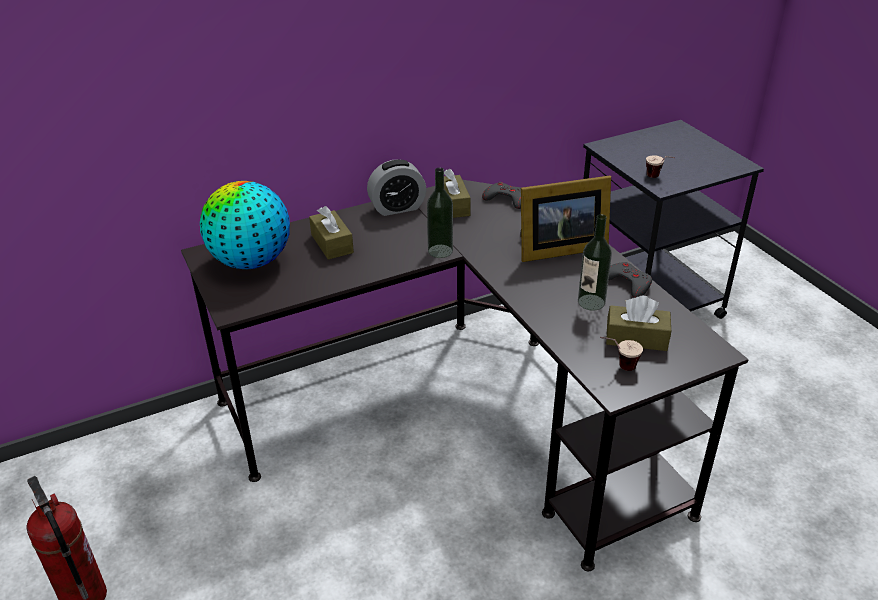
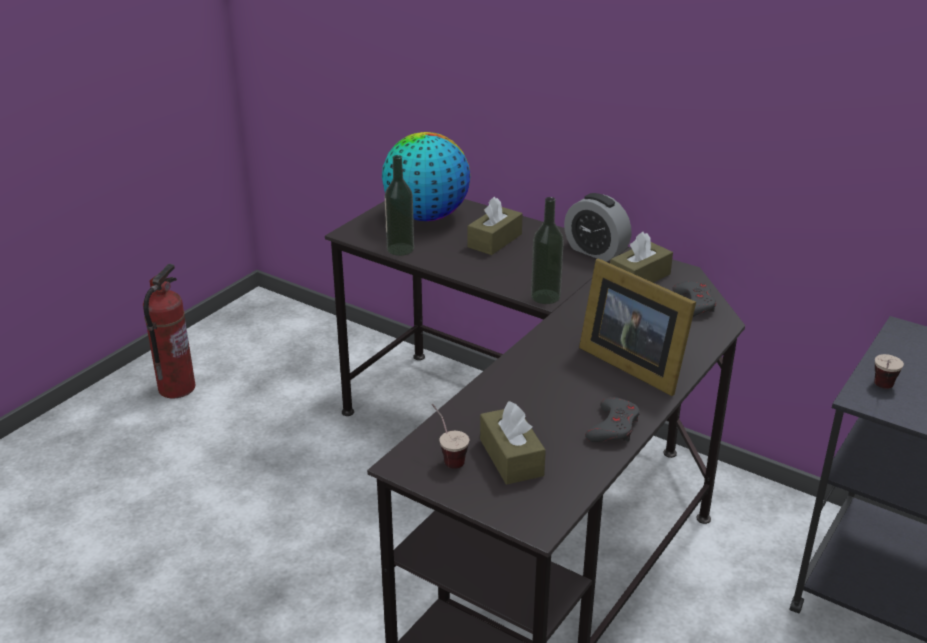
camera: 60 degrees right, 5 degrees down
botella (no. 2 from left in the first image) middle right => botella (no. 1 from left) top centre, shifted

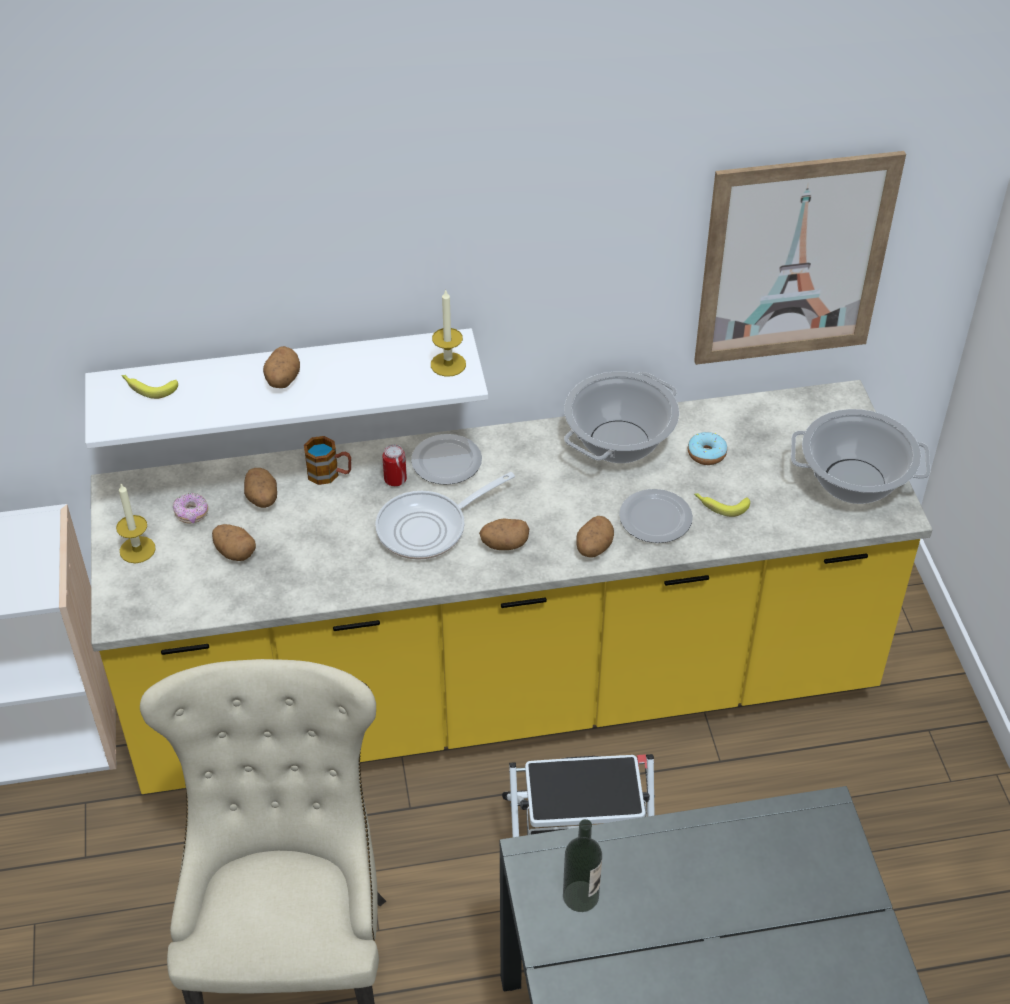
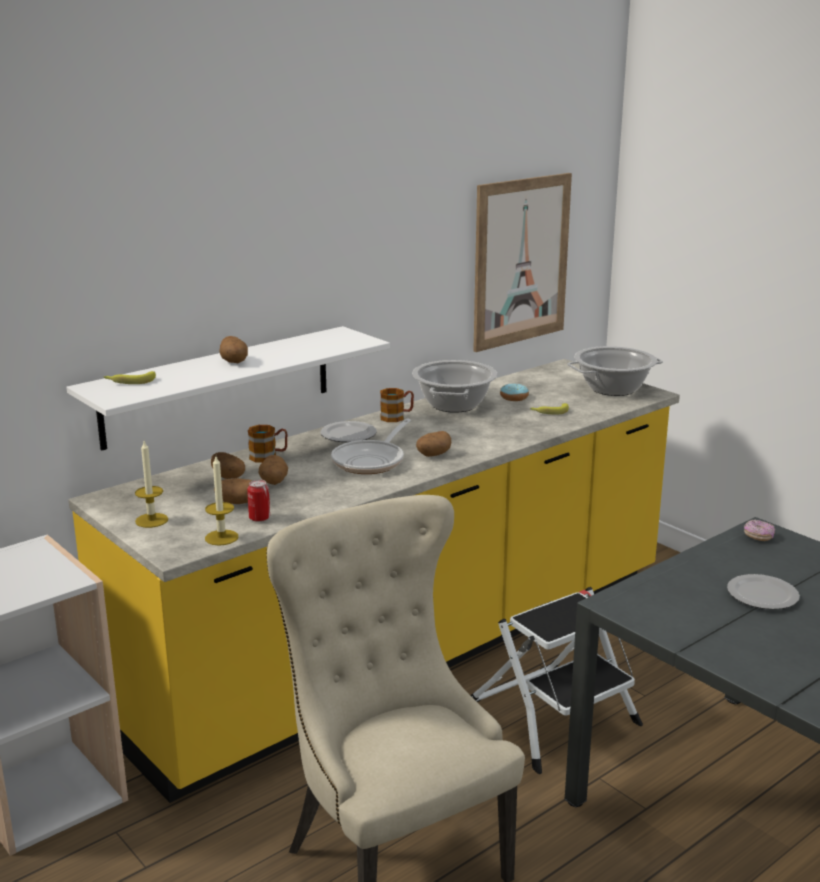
camera: 30 degrees left, 25 degrees down
vela (no. 2 from left) top centre => vela (no. 2 from left) middle left, shifted
lata centre => lata middle left, shifted
plato (no. 2 from left) centre => plato (no. 2 from left) bottom right, shifted
rosquilla (no. 1 from left in the first image) middle left => rosquilla (no. 2 from left) middle right, shifted
patata (no. 5 from left in the first image) centre => patata (no. 4 from left) middle left, shifted
botella bottom centre => nothing
nothing => taza grande (no. 2 from left) centre

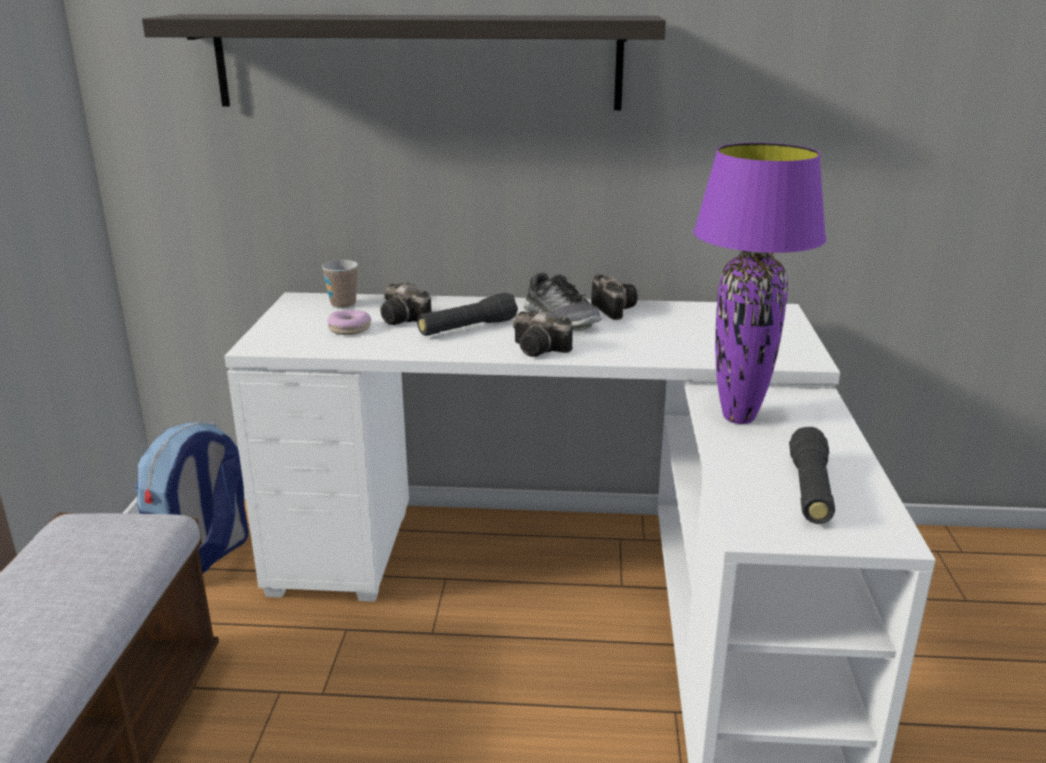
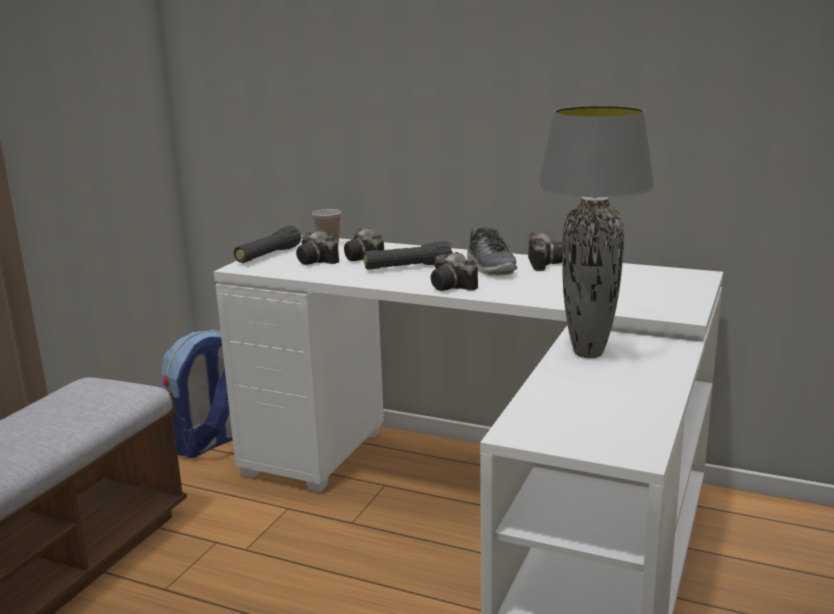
camera: 20 degrees right, 5 degrees down
estante top centre => nothing
lámpara de mesa/morado middle right => lámpara de mesa/gris middle right
rosquilla centre => cámara (no. 1 from left) centre
linterna/negro (no. 2 from left in the first image) middle right => linterna/negro (no. 1 from left) middle left, shifted

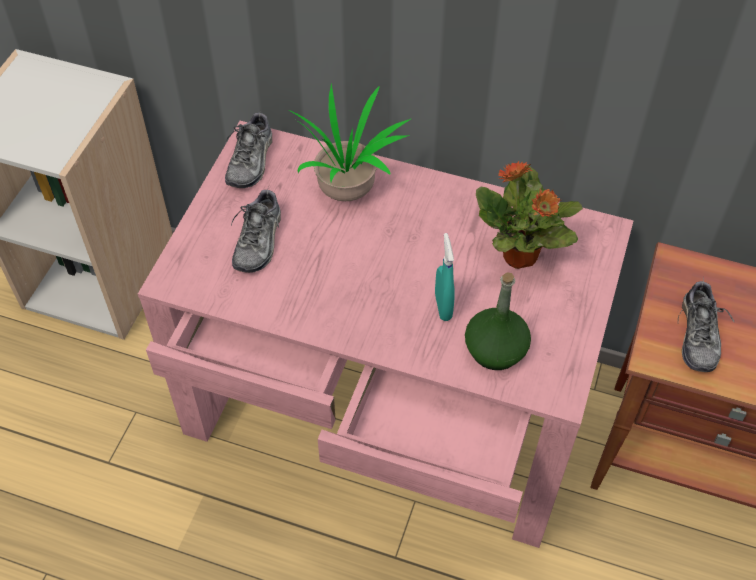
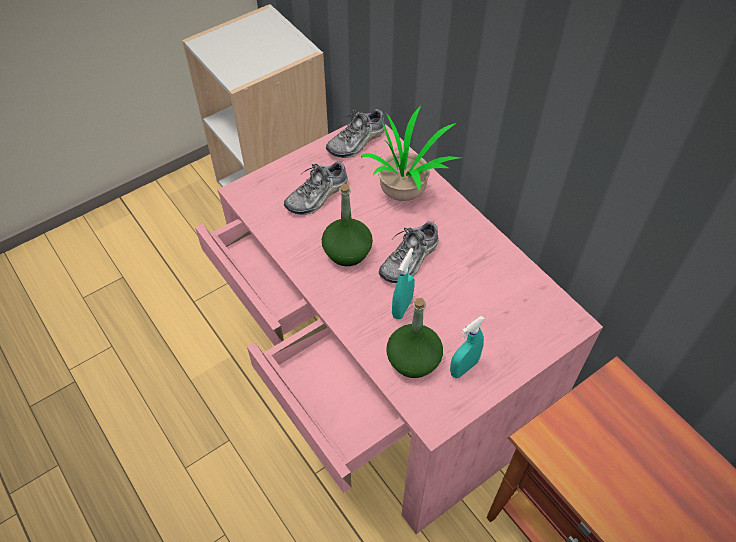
camera: 35 degrees right, 0 degrees up
planta en maceta (no. 2 from left) middle right => nothing
zapato (no. 3 from left) middle right => zapato (no. 3 from left) centre, shifted
nothing => botella/verde (no. 1 from left) centre
nothing => pulverizador/turquesa (no. 2 from left) centre

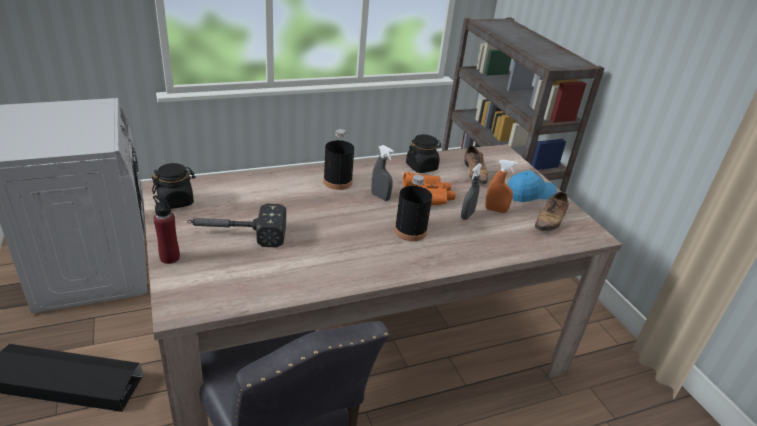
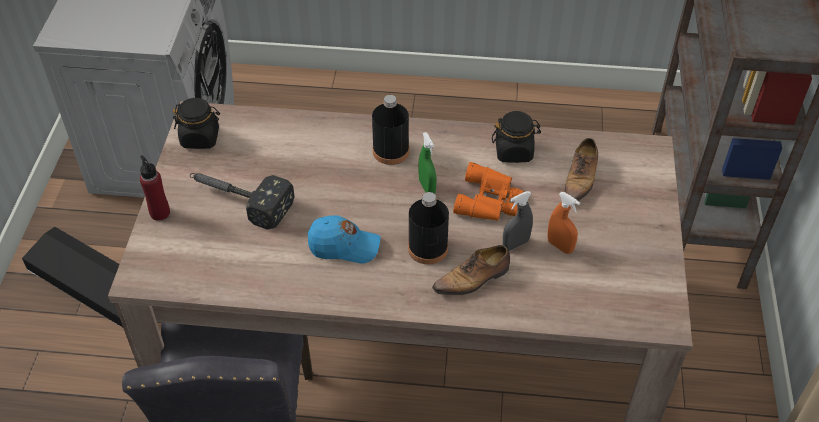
camera: 30 degrees right, 15 degrees up
pulverizador/gris (no. 1 from left) centre => pulverizador/verde centre
gorra/azul middle right => gorra/azul centre, shifted
zapato (no. 2 from left in the first image) middle right => zapato (no. 1 from left) centre, shifted

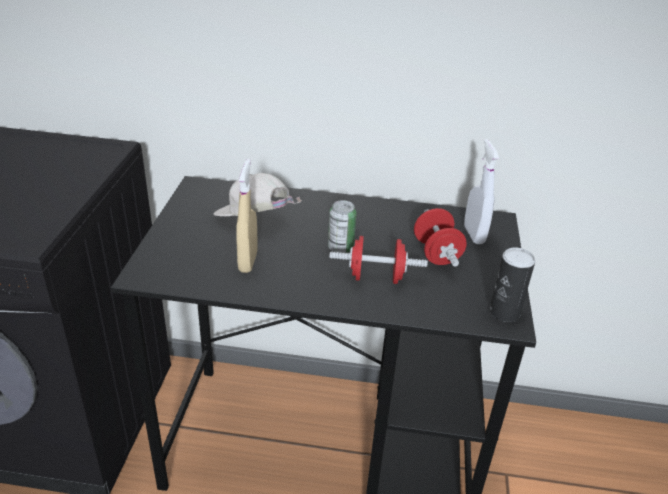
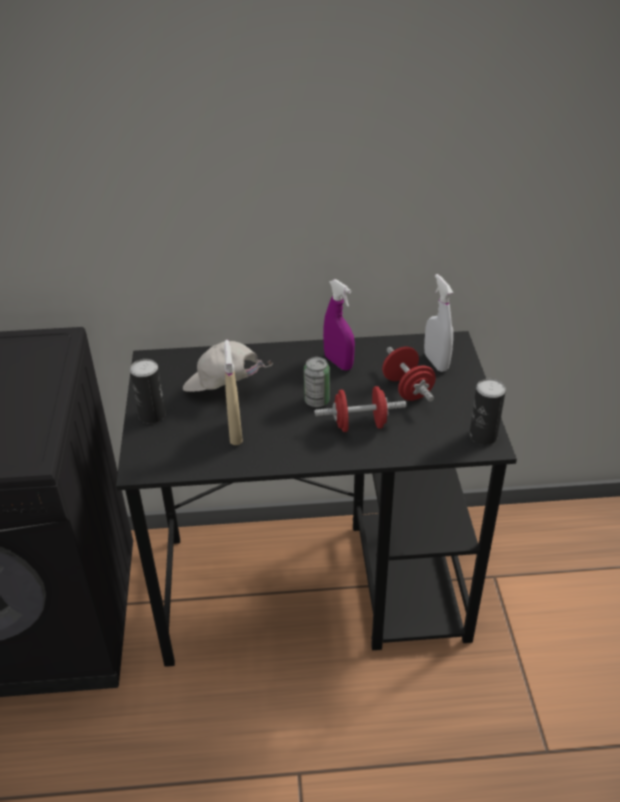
camera: 10 degrees left, 5 degrees up
nothing => pulverizador/morado centre
nothing => lata (no. 1 from left) middle left

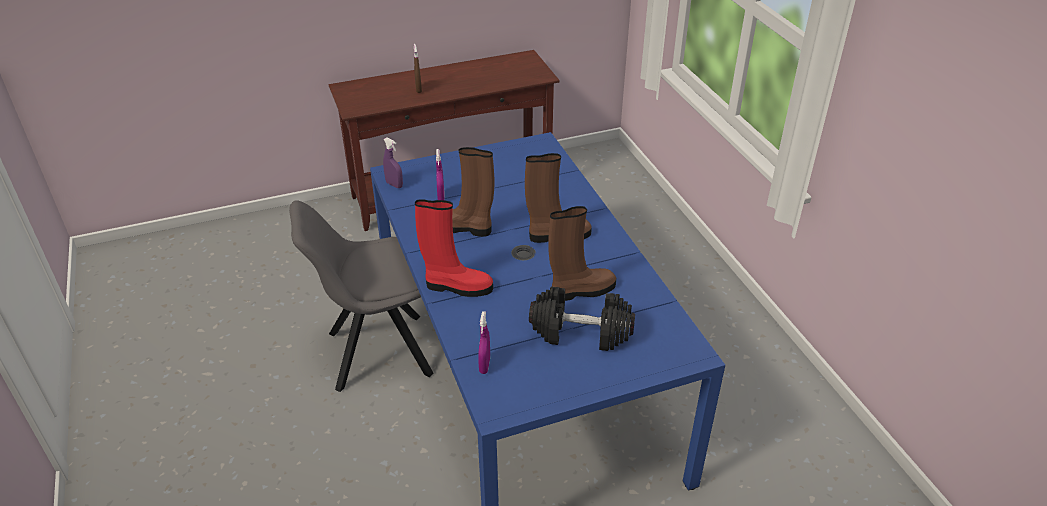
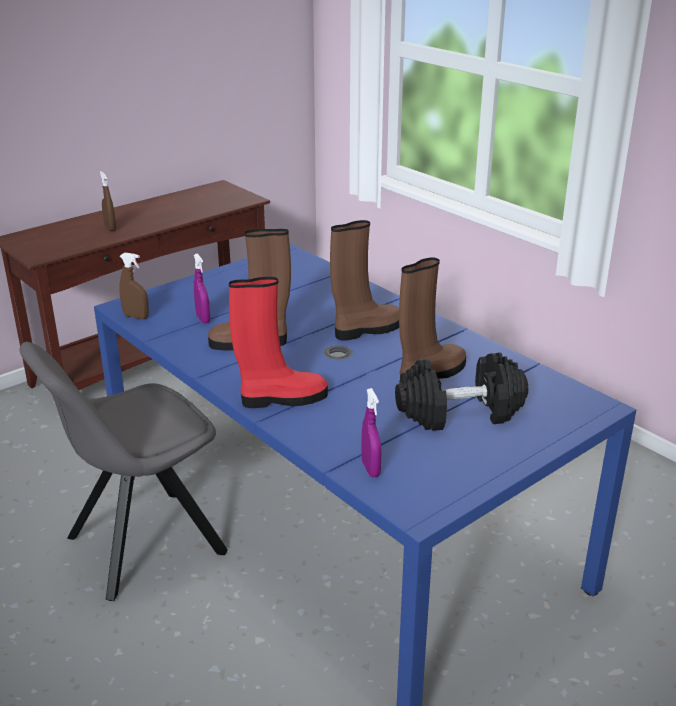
camera: 20 degrees left, 10 degrees down
pulverizador/morado (no. 1 from left) top centre => pulverizador/marrón (no. 2 from left) middle left

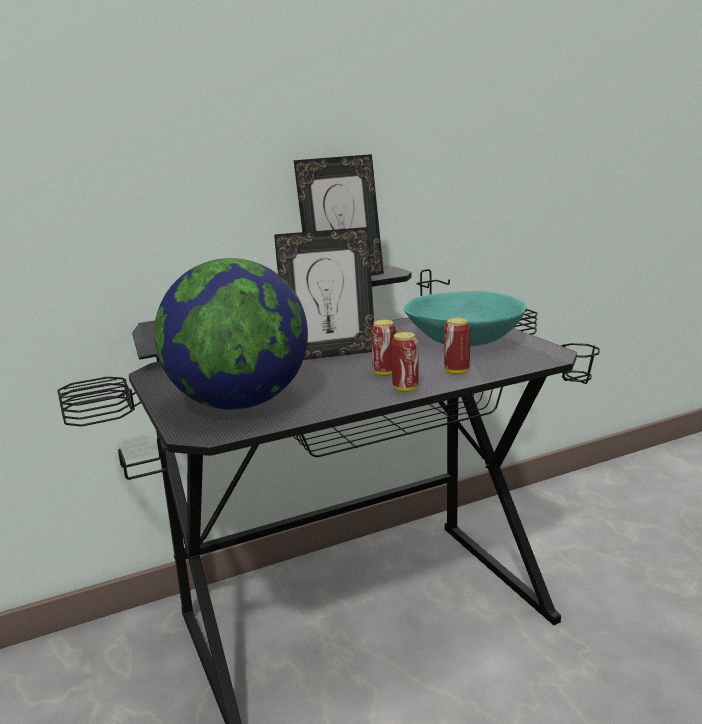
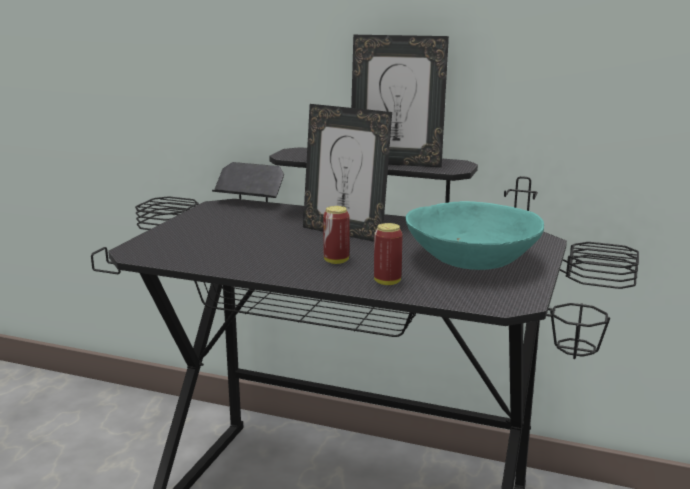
camera: 45 degrees right, 0 degrees up
globo terráqueo middle left => nothing
lata (no. 2 from left) centre => nothing

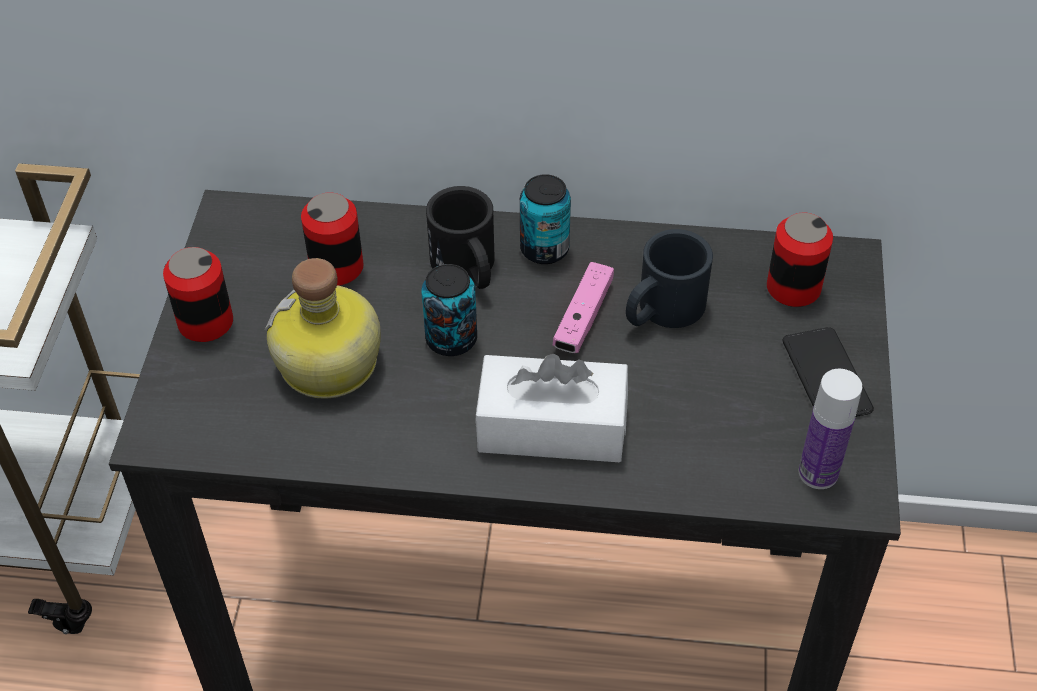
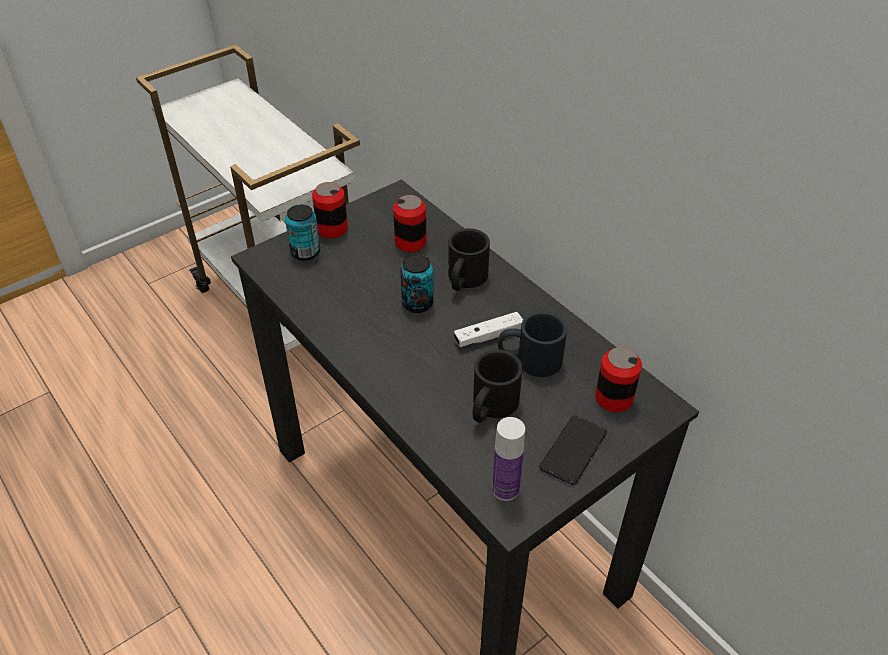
camera: 45 degrees right, 5 degrees down
lata (no. 4 from left in the first image) top centre => lata (no. 1 from left) centre, shifted
botella (no. 1 from left) middle left => nothing
mando de consola/rosa centre => mando de consola/blanco centre
caja de pañuelos/blanco centre => nothing
nothing => taza grande/negro (no. 2 from left) centre

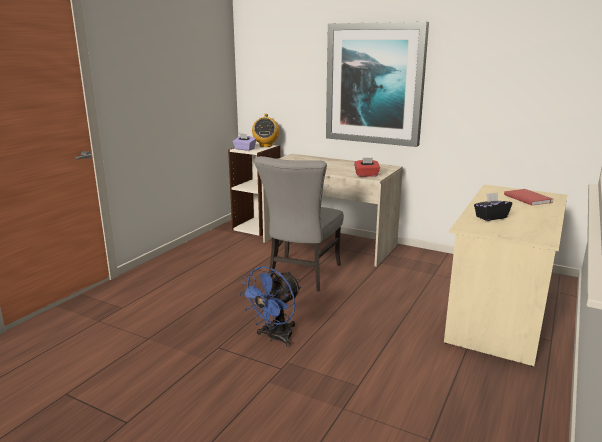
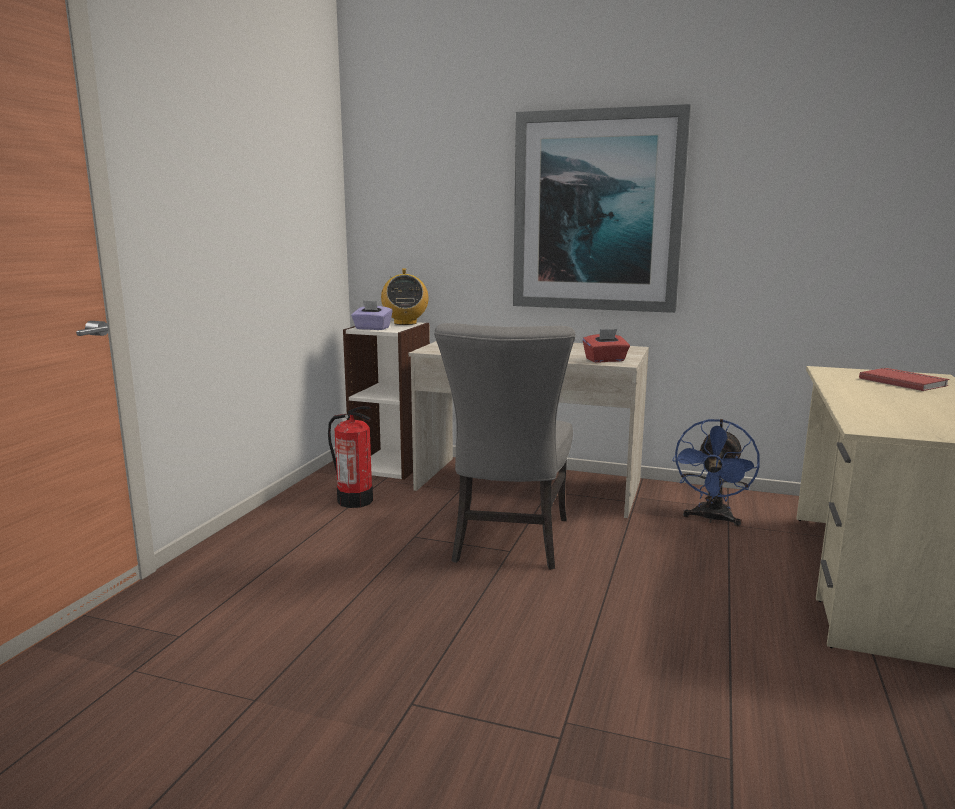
camera: 10 degrees left, 5 degrees down
caja de pañuelos/negro middle right => nothing
ventilador/azul bottom centre => ventilador/azul middle right, shifted
nothing => extintor centre

